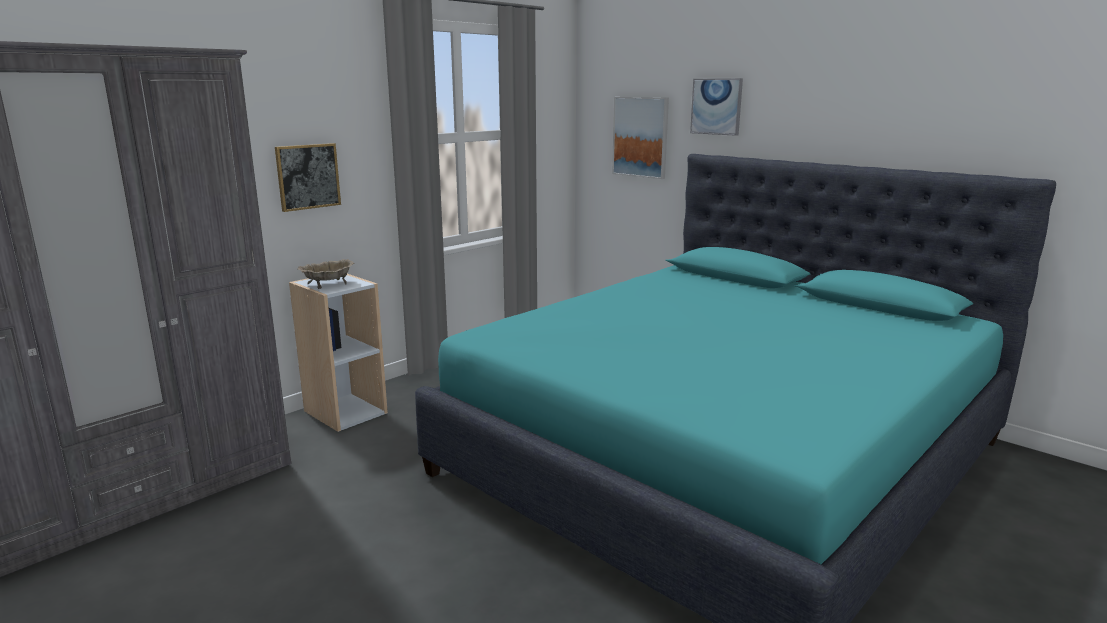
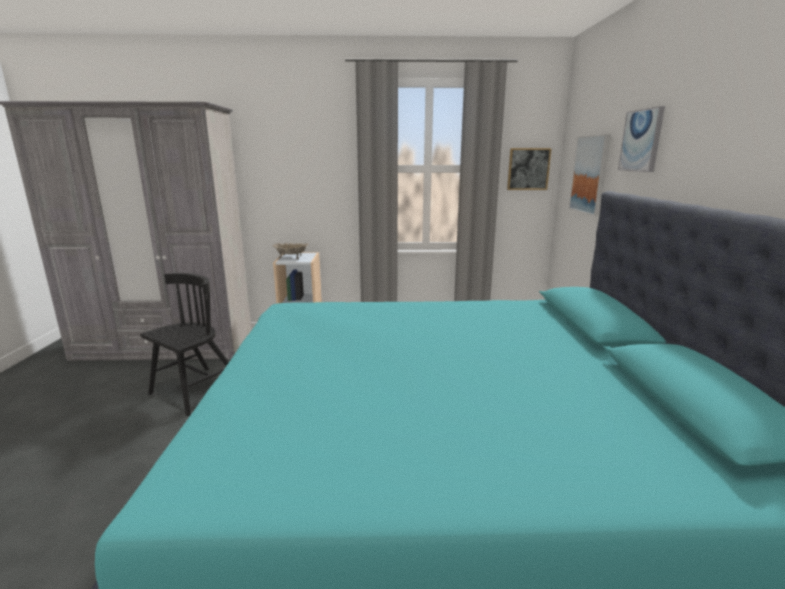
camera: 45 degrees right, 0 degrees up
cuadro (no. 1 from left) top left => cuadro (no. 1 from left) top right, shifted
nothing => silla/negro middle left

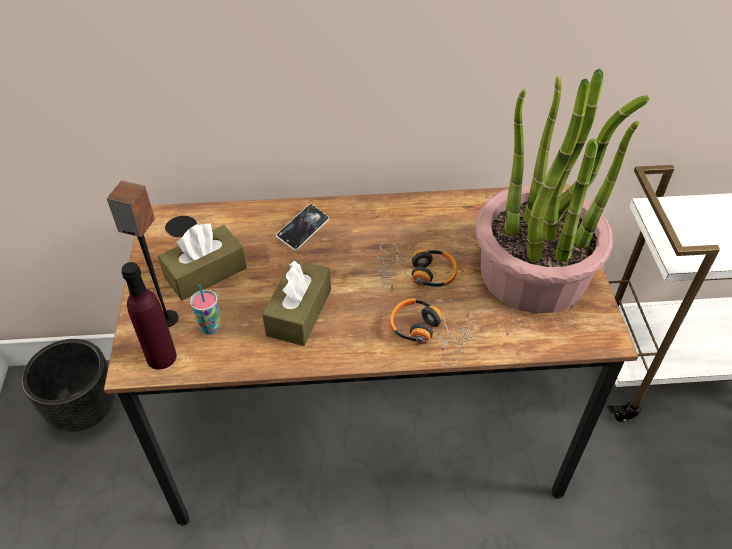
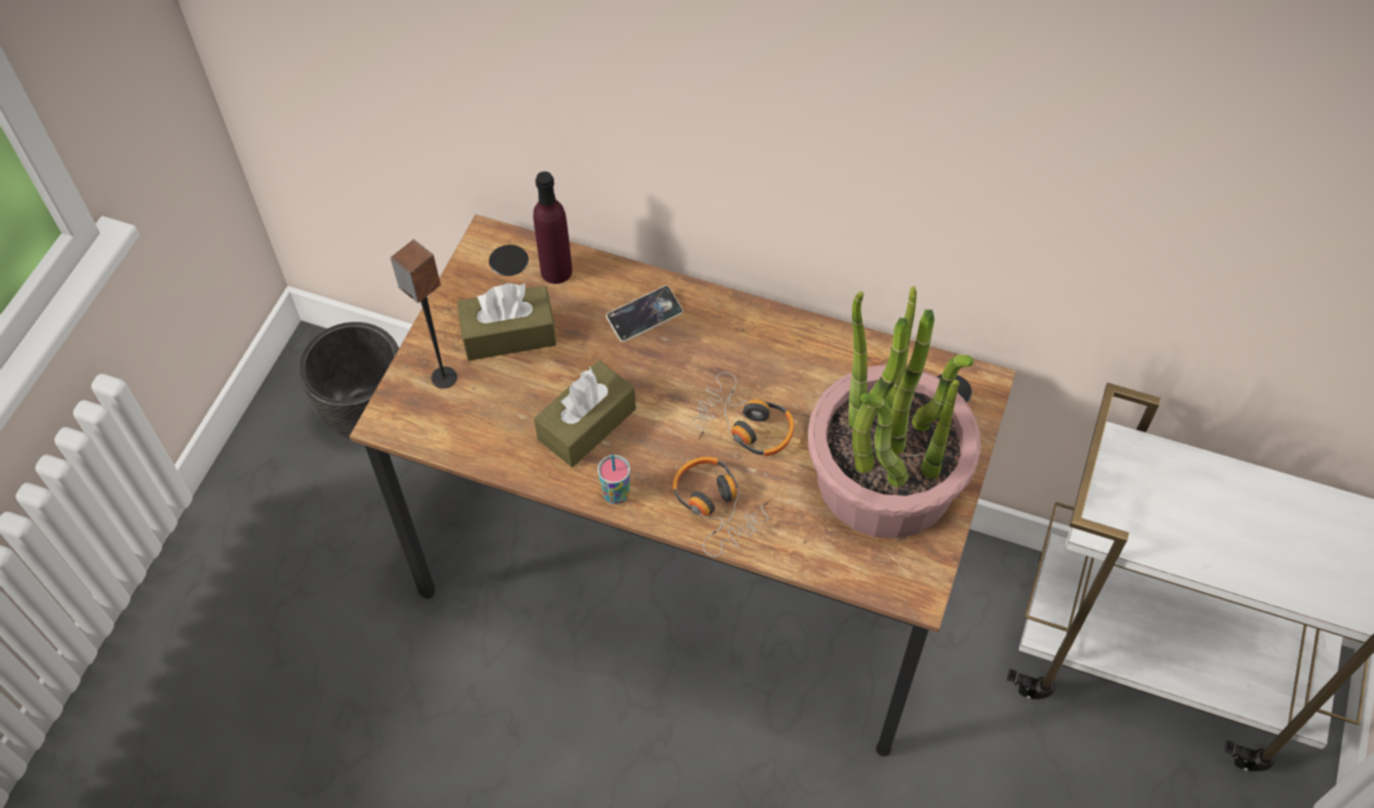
camera: 25 degrees right, 10 degrees up
botella/morado middle left => botella/morado top centre, shifted
taza middle left => taza centre, shifted

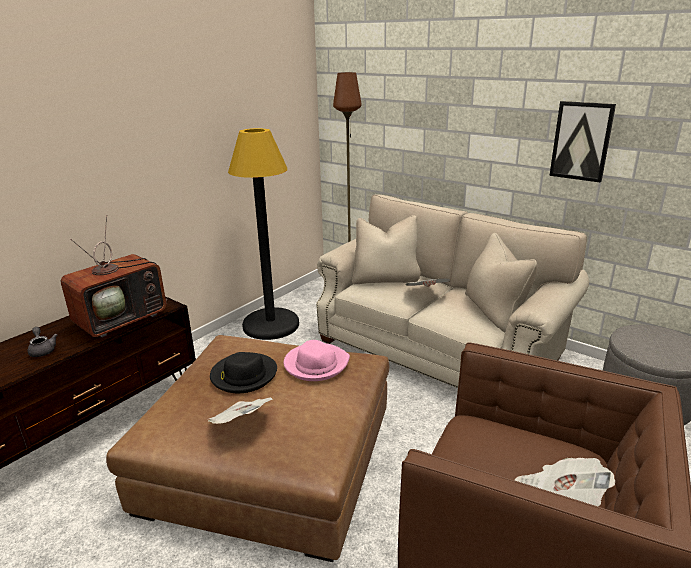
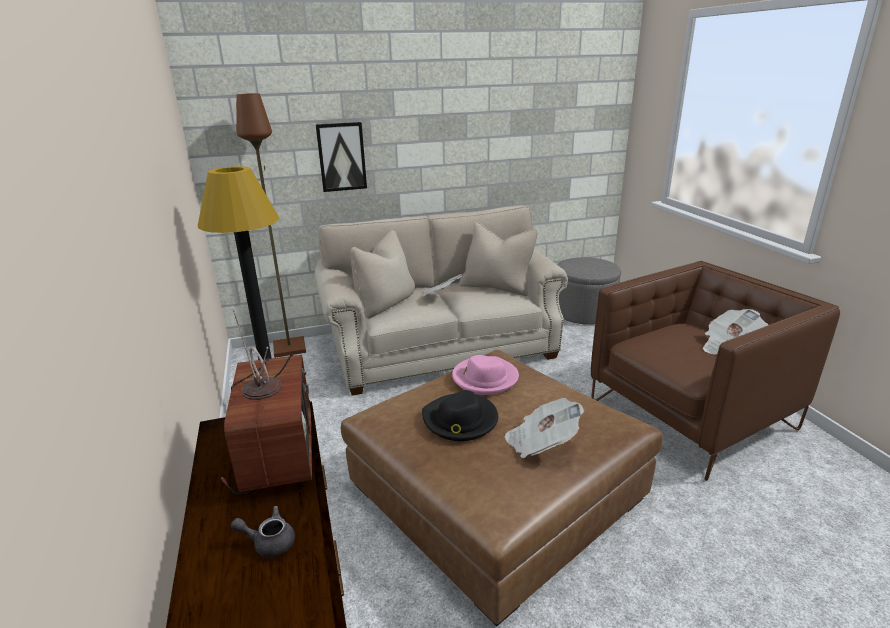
camera: 55 degrees left, 0 degrees up
cuadro top right => cuadro top centre, shifted

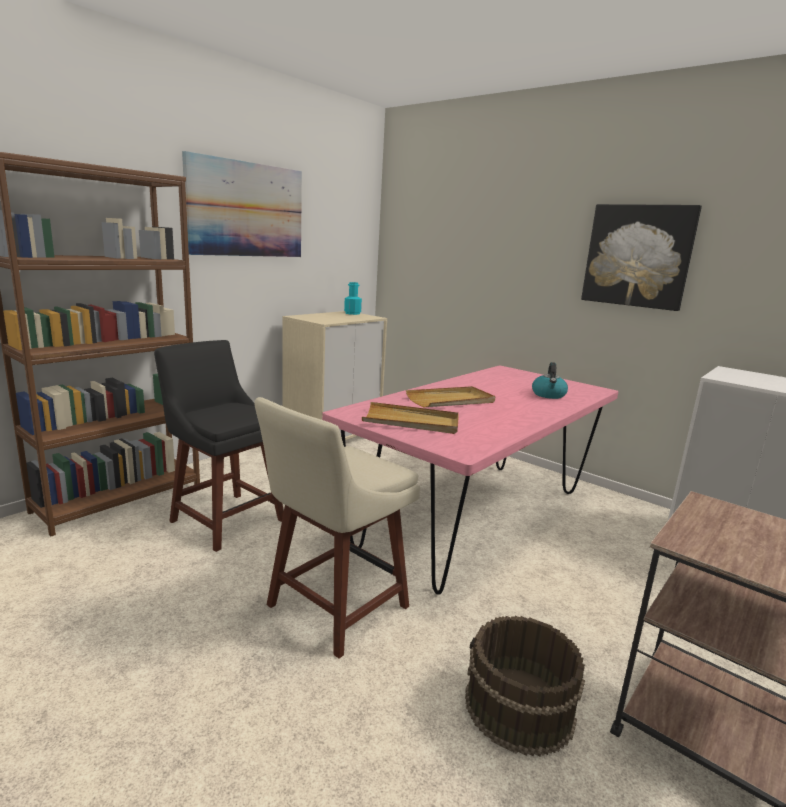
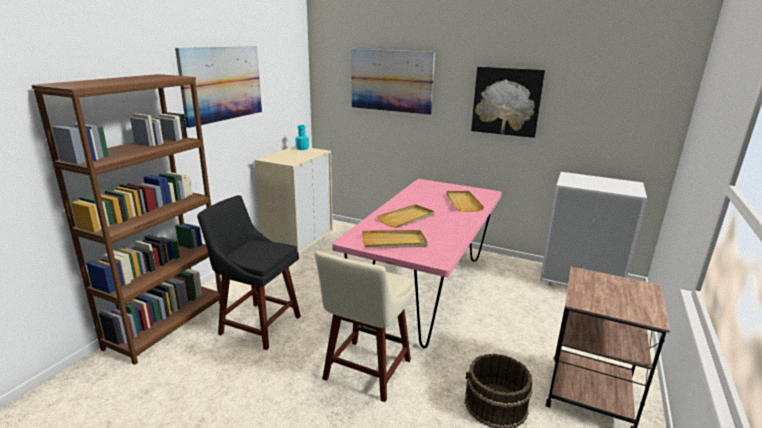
camera: 15 degrees left, 5 degrees up
hervidor middle right => bandeja/beis (no. 3 from left) centre
nothing => cuadro (no. 2 from left) top centre

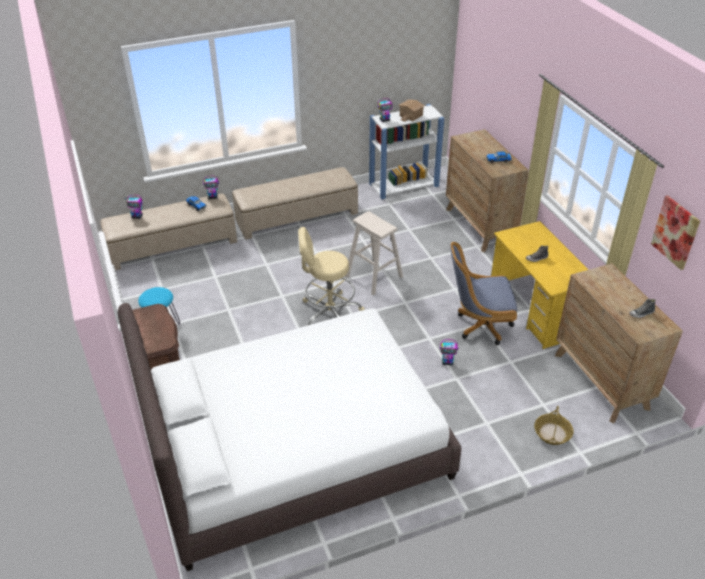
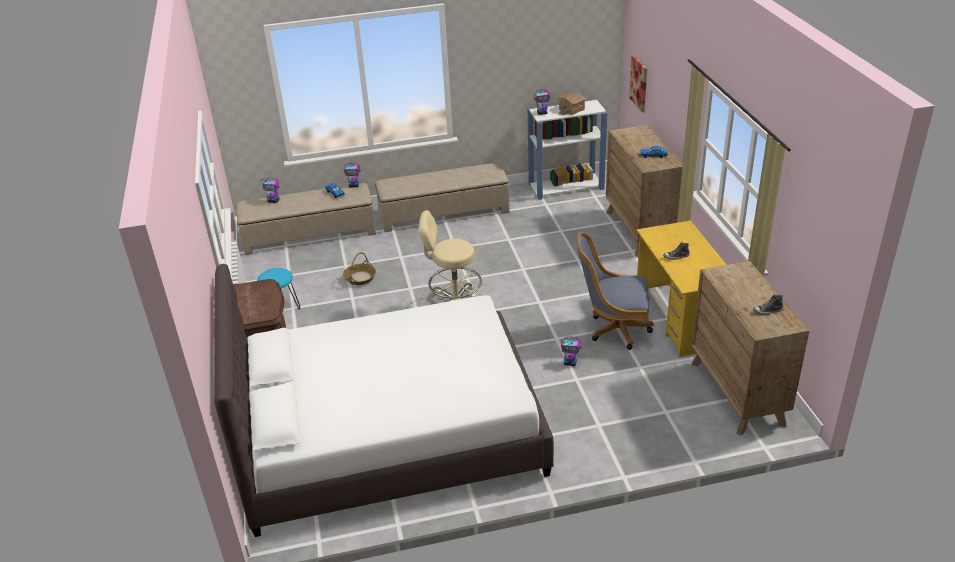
camera: 10 degrees right, 5 degrees down
cuadro middle right => cuadro top right, shifted
taburete/beis (no. 2 from left) centre => nothing
cesta bottom right => cesta centre, shifted

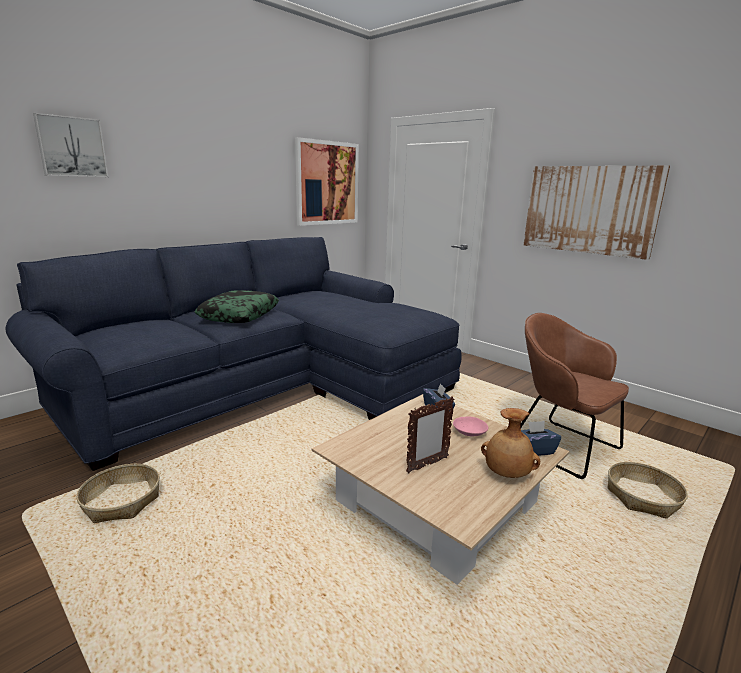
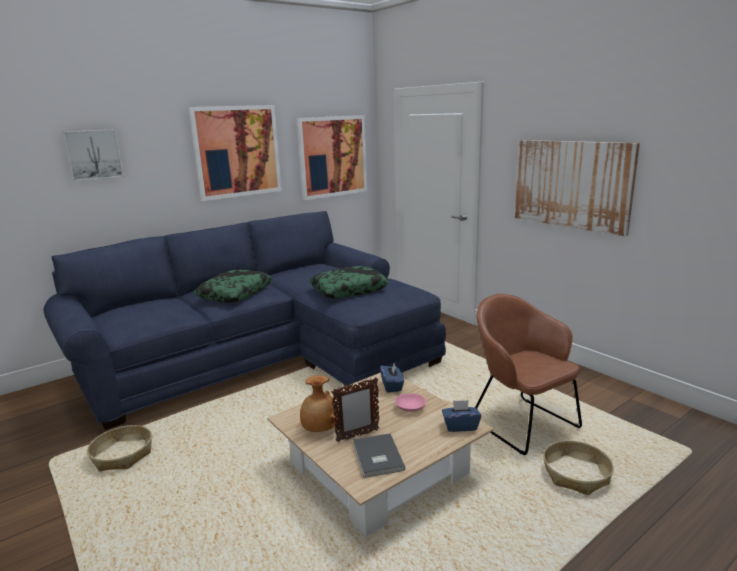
camera: 10 degrees right, 0 degrees up
florero/marrón middle right => florero/marrón bottom centre, shifted
nothing => cuadro (no. 2 from left) top left
nothing => cojín (no. 2 from left) centre
nothing => libro/gris bottom centre

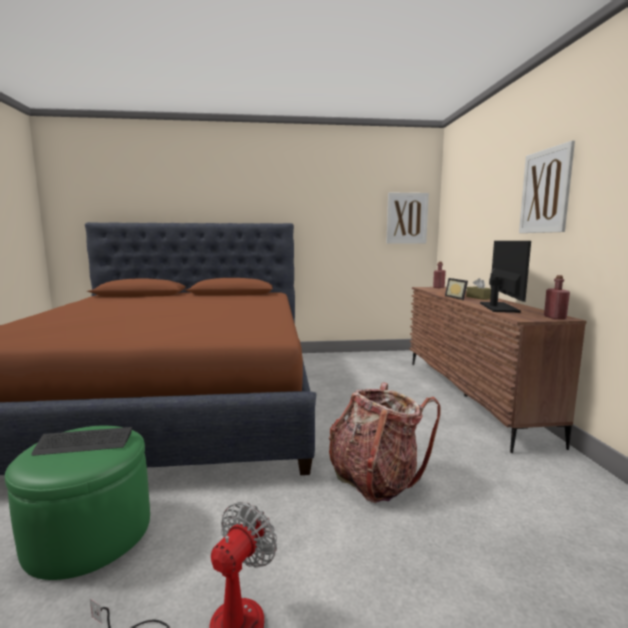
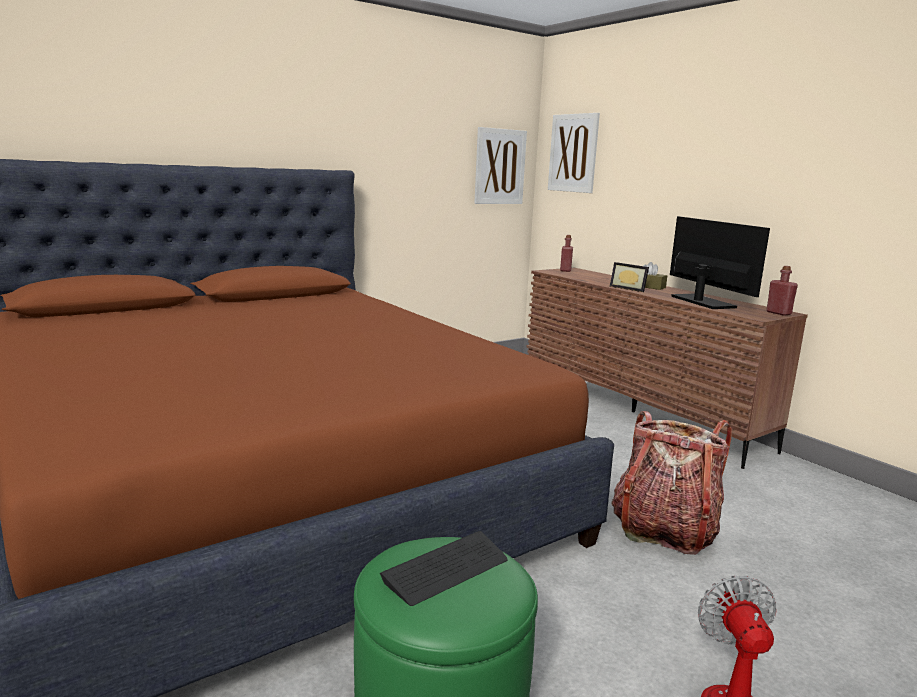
camera: 30 degrees left, 5 degrees up
cuadro (no. 2 from left) top right => cuadro (no. 2 from left) top centre, shifted

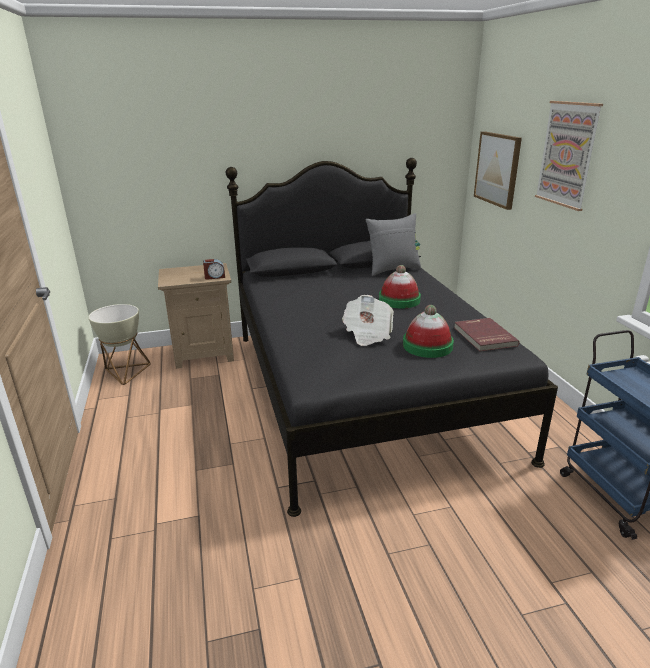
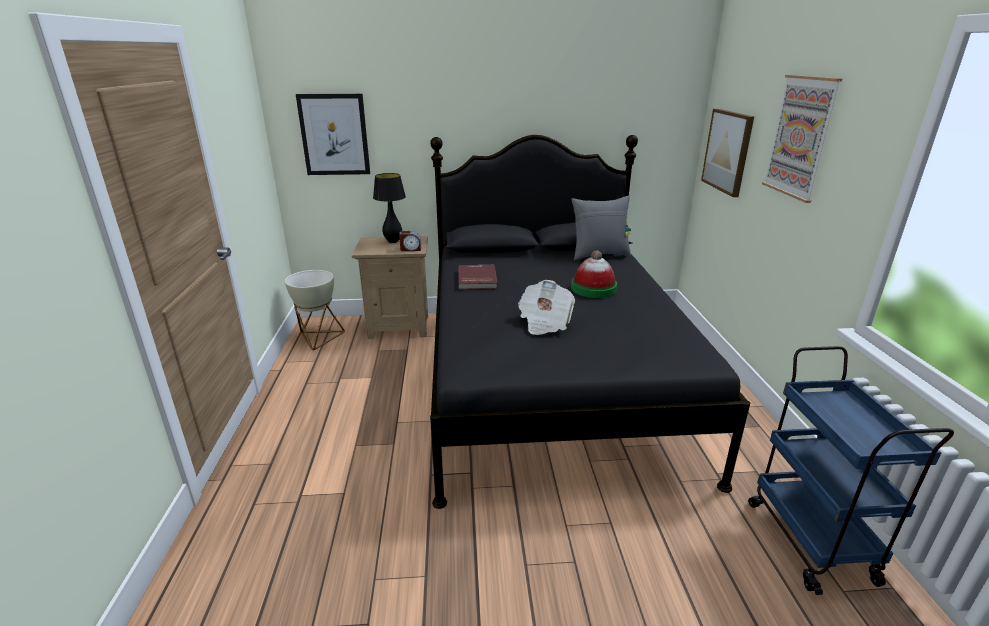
camera: 10 degrees right, 0 degrees up
sombrero (no. 2 from left) centre => nothing
libro/rojo middle right => libro/rojo centre, shifted
nothing => cuadro (no. 1 from left) top centre
nothing => lámpara de mesa/negro top centre

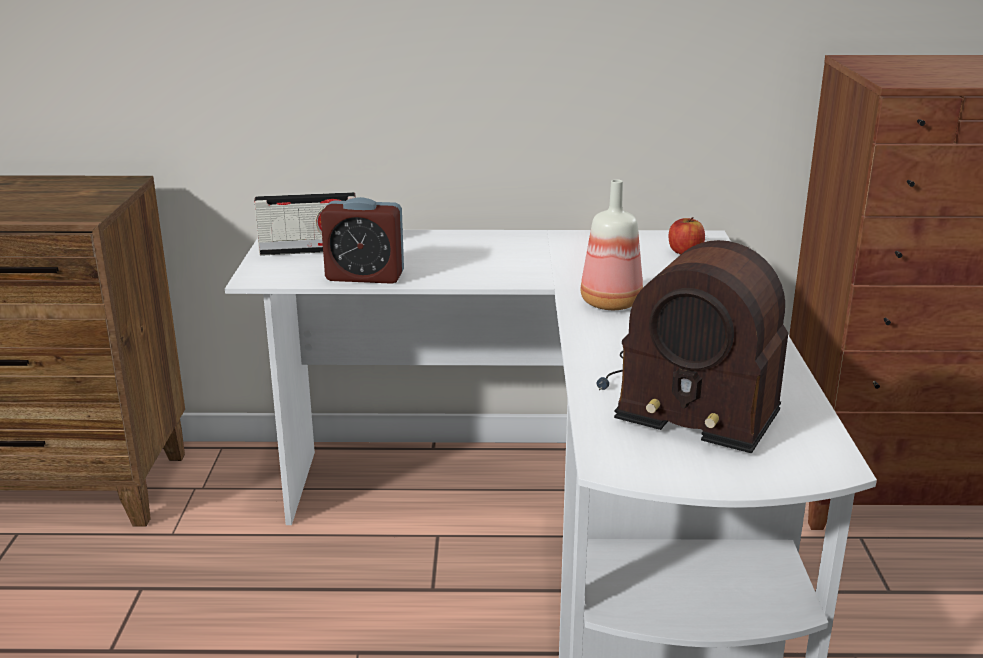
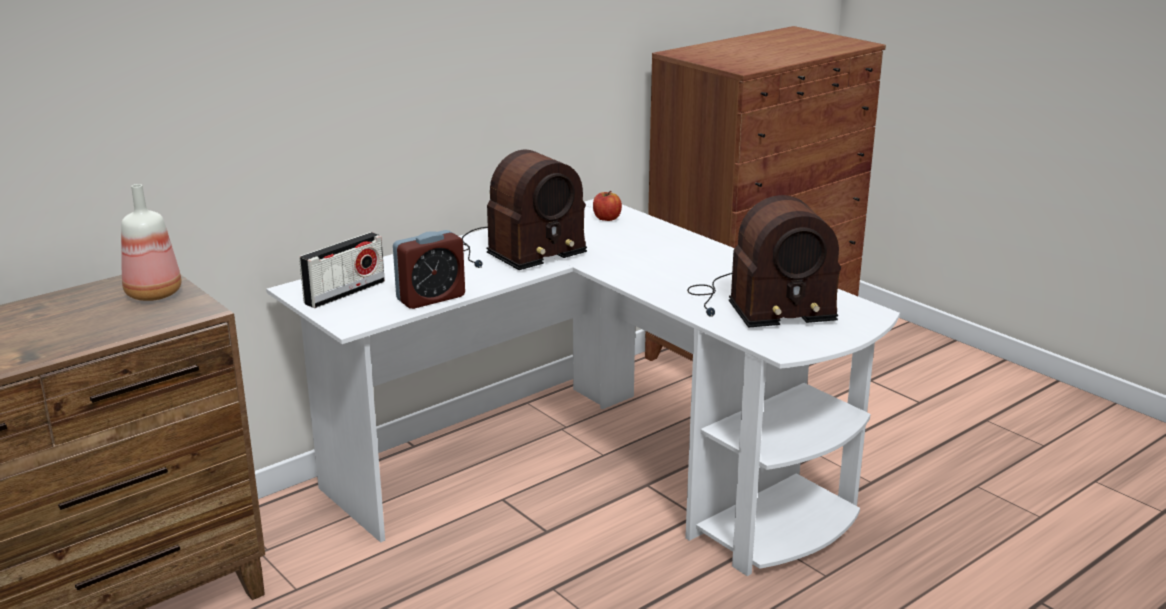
camera: 40 degrees left, 0 degrees up
botella centre => botella middle left, shifted
nothing => radio (no. 2 from left) centre

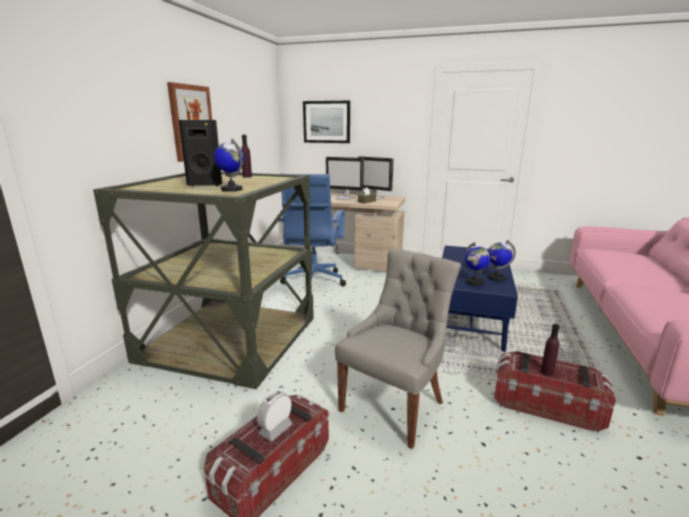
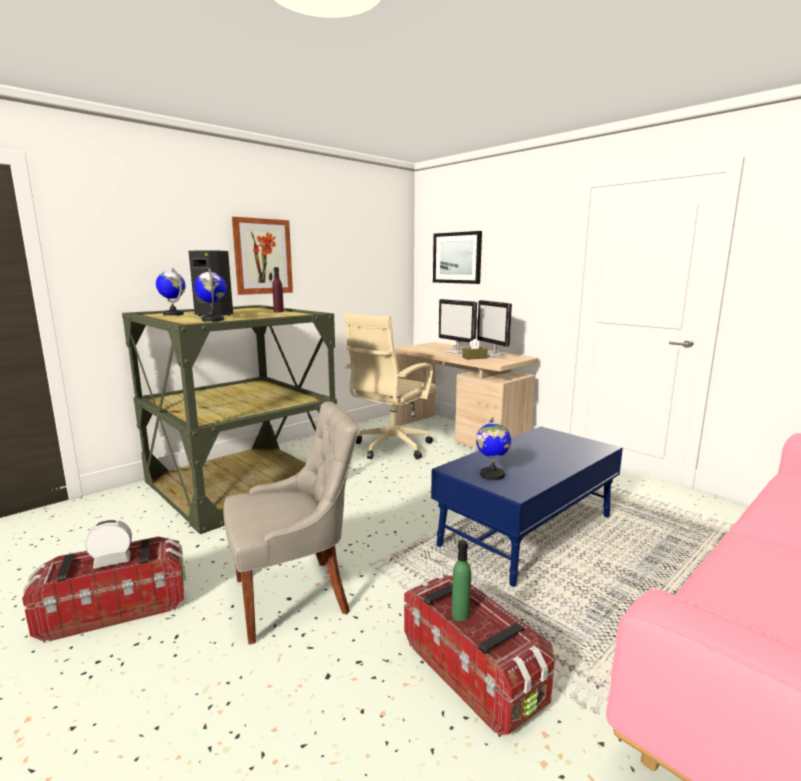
camera: 30 degrees right, 5 degrees down
silla de oficina/azul centre => silla de oficina/beis centre
globo terráqueo (no. 3 from left in the first image) middle right => globo terráqueo (no. 1 from left) middle left, shifted
botella/morado (no. 2 from left) bottom right => botella/verde bottom centre

